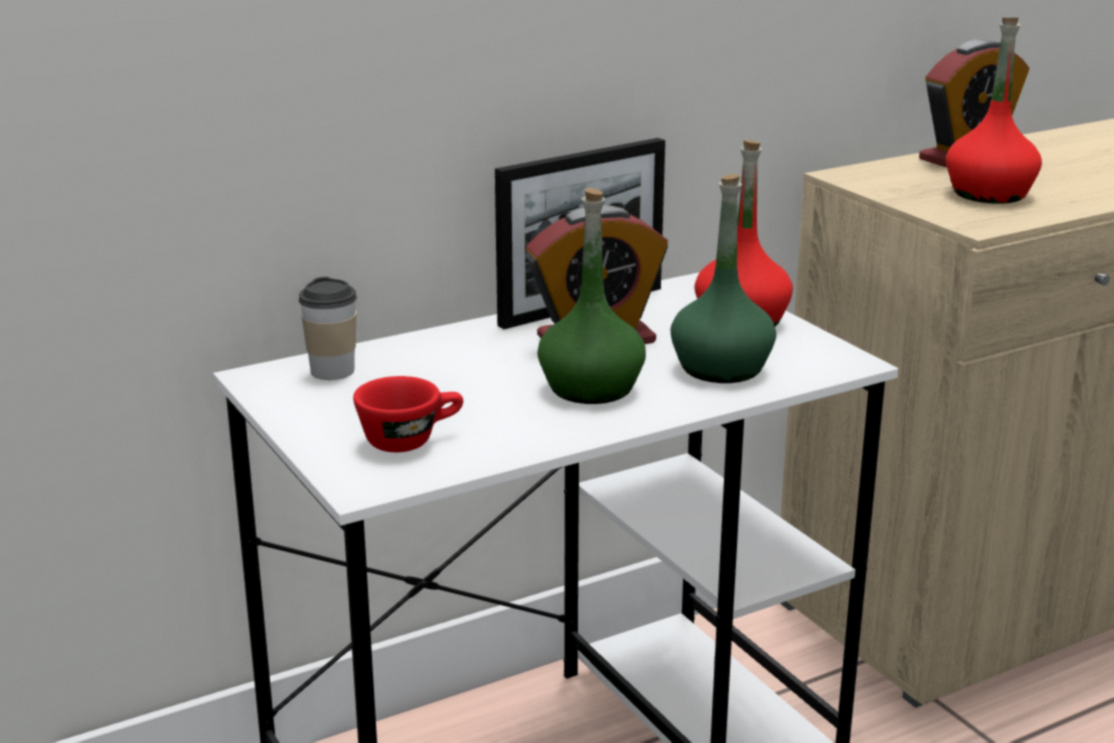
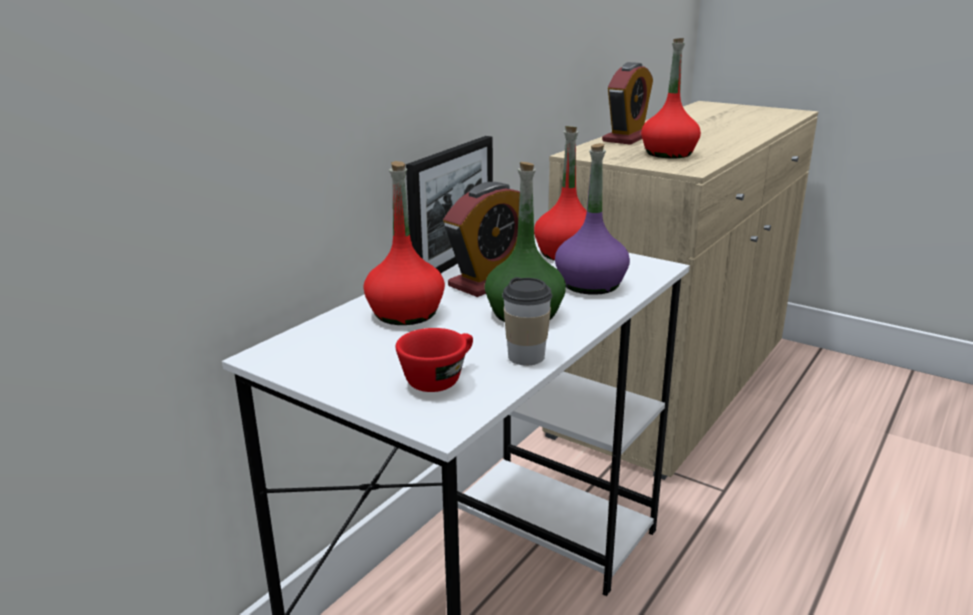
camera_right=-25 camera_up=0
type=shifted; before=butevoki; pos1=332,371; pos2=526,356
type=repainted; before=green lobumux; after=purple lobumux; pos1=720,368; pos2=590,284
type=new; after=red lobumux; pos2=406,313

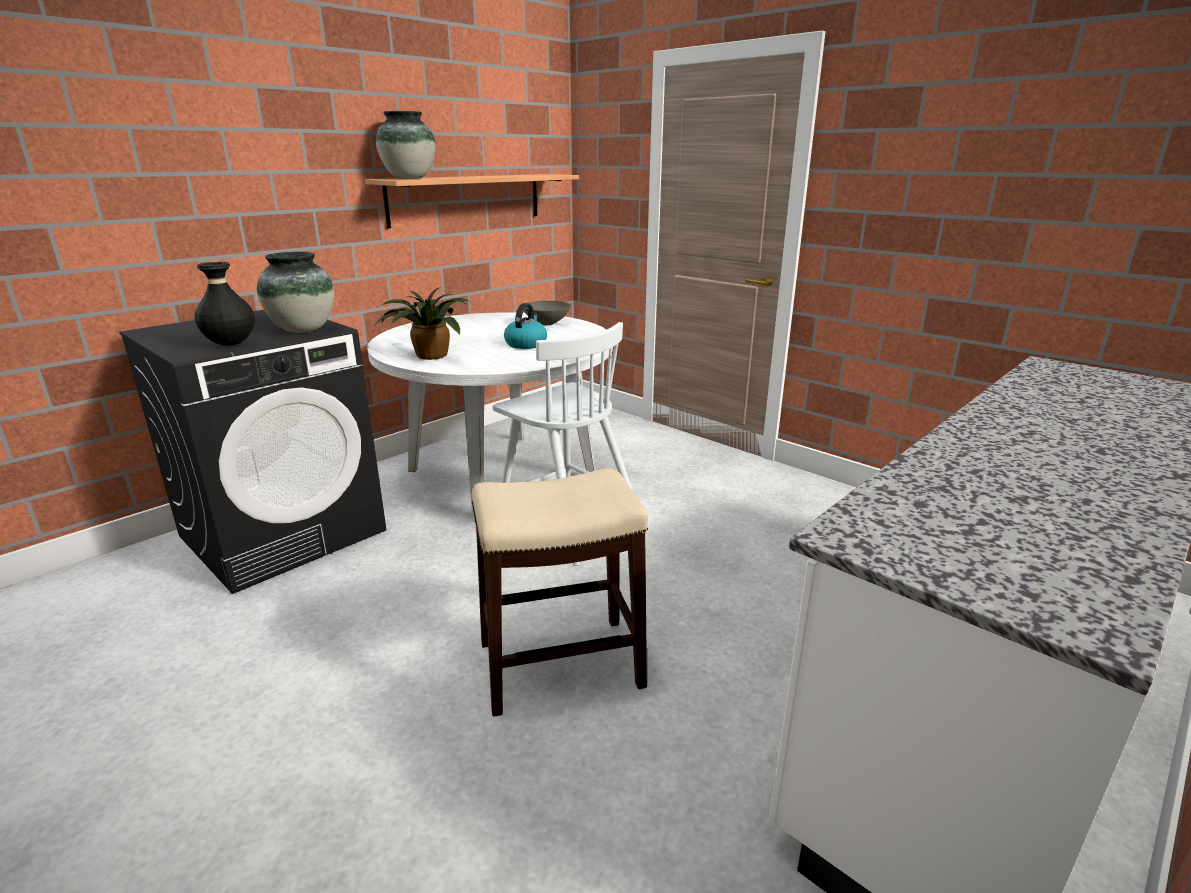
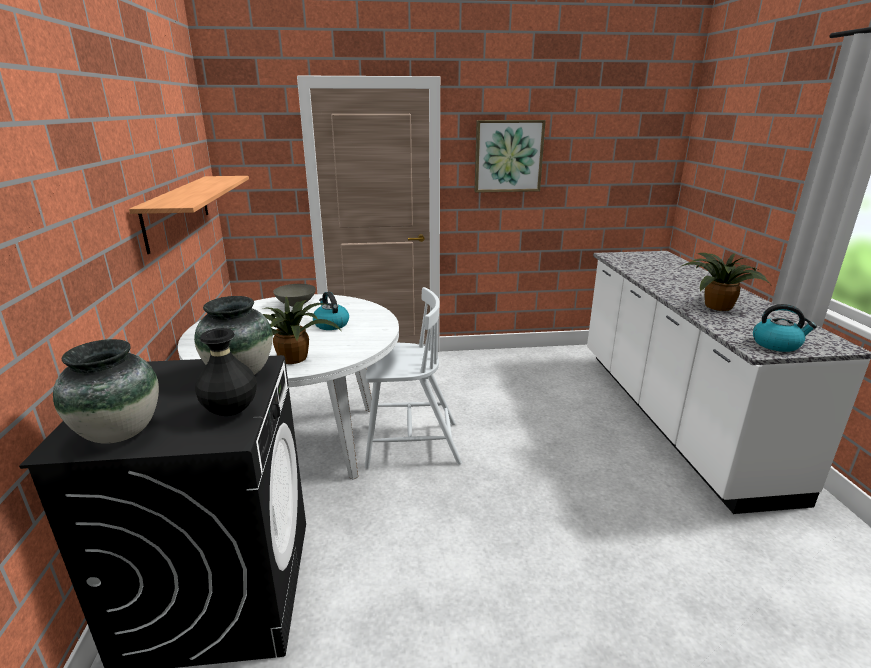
camera_right=-50 camera_up=0
type=shifted; before=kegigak; pos1=409,178; pos2=120,433
type=gone; before=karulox; pos1=558,665
type=new; after=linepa; pos2=508,156
type=new; after=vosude; pos2=717,306
type=new; after=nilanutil; pos2=777,344

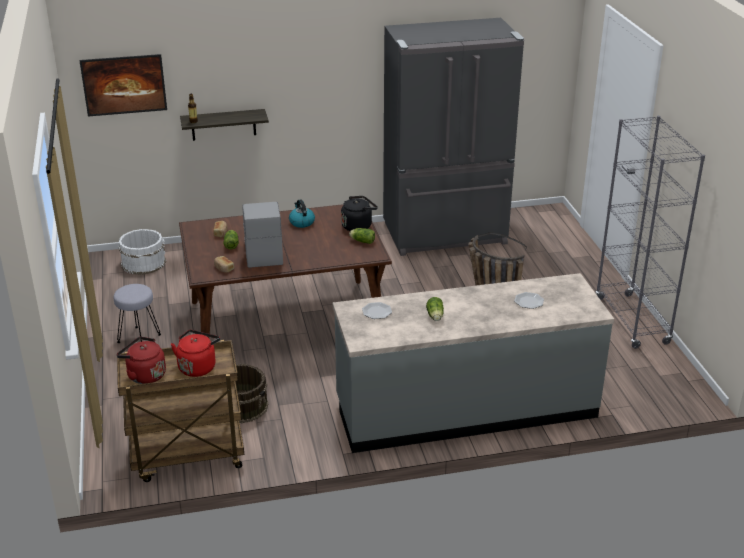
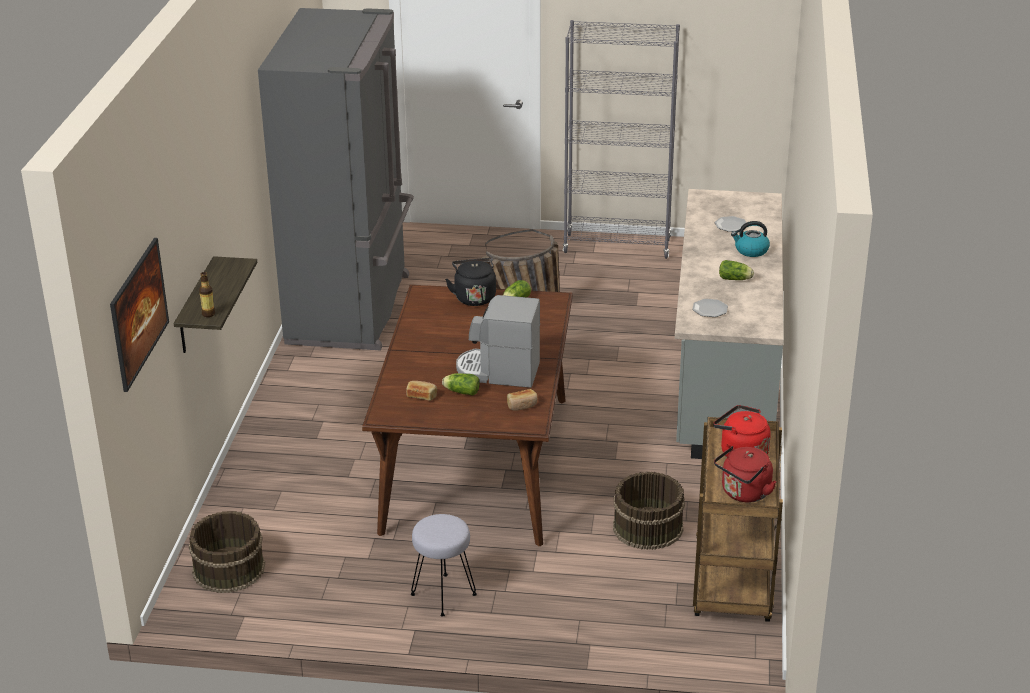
camera_right=-70 camera_up=0
type=repainted; before=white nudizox; after=brown nudizox; pos1=143,263; pos2=228,569
type=shifted; before=nilanutil; pos1=301,222; pos2=751,250

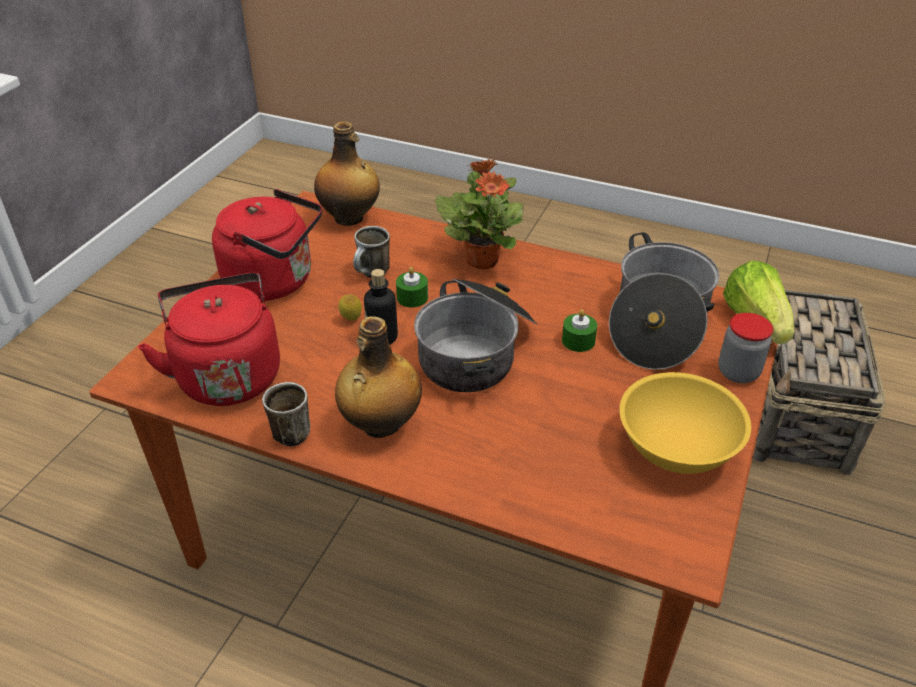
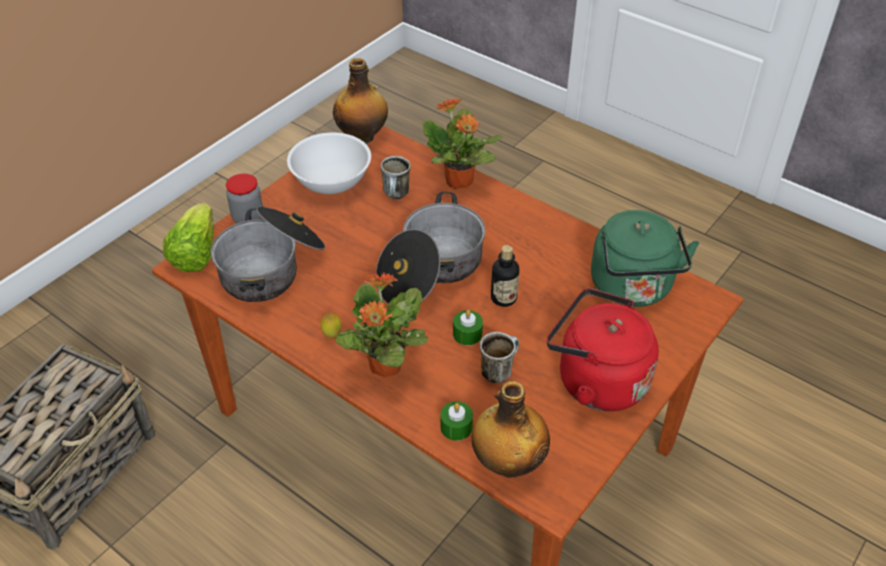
camera_right=-165 camera_up=5
type=repainted; before=red nilanutil; after=green nilanutil; pos1=227,374; pos2=633,288
type=shifted; before=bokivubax; pos1=290,430; pos2=397,196
type=shifted; before=lobumux; pos1=380,425; pos2=363,136
type=shifted; before=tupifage; pos1=351,320; pos2=332,335
type=shifted; before=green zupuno; pos1=578,341; pos2=456,427
type=repainted; before=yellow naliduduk; after=white naliduduk; pos1=678,448; pos2=331,181
type=new; after=vosude; pos2=459,182

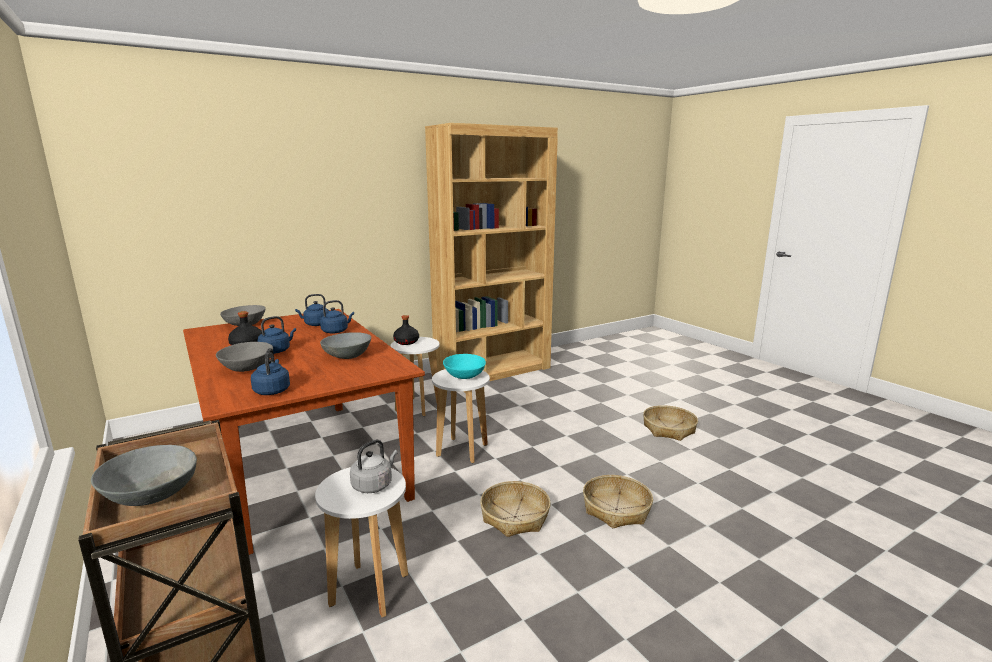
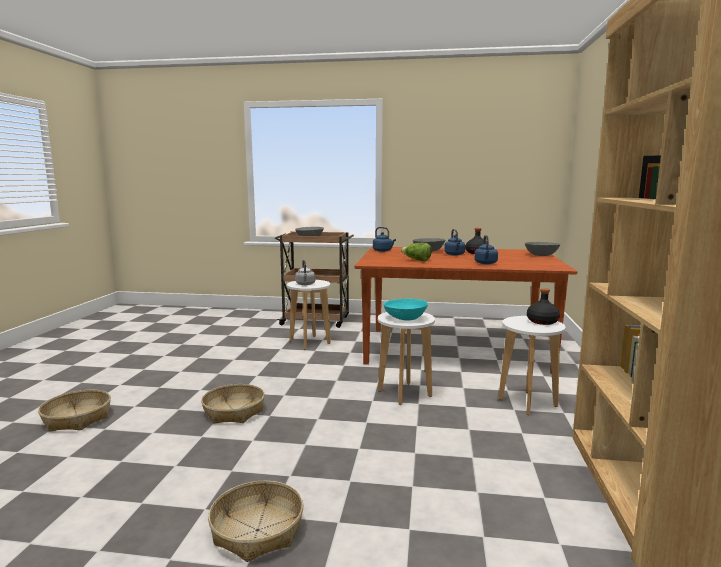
camera_right=130 camera_up=-5
type=gone; before=blue nilanutil; pos1=315,324
type=swapped; before=grey naliduduk; after=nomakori; pos1=348,356; pos2=416,260
type=shifted; before=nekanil; pos1=515,517; pos2=77,418

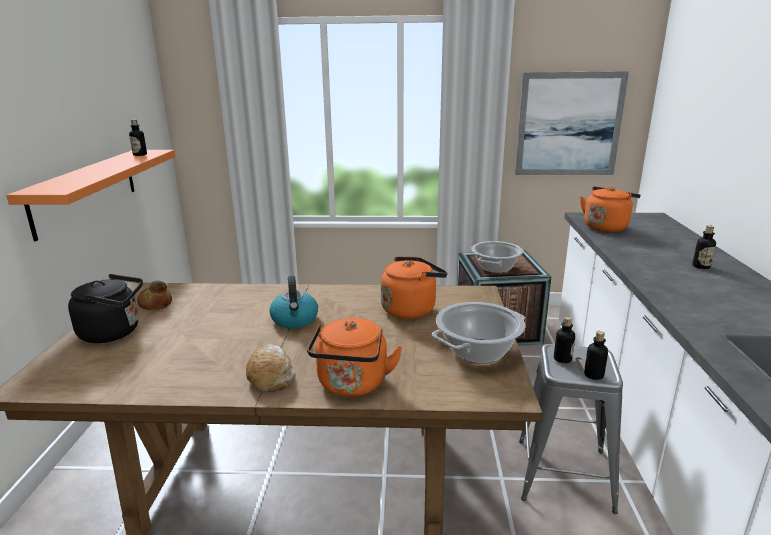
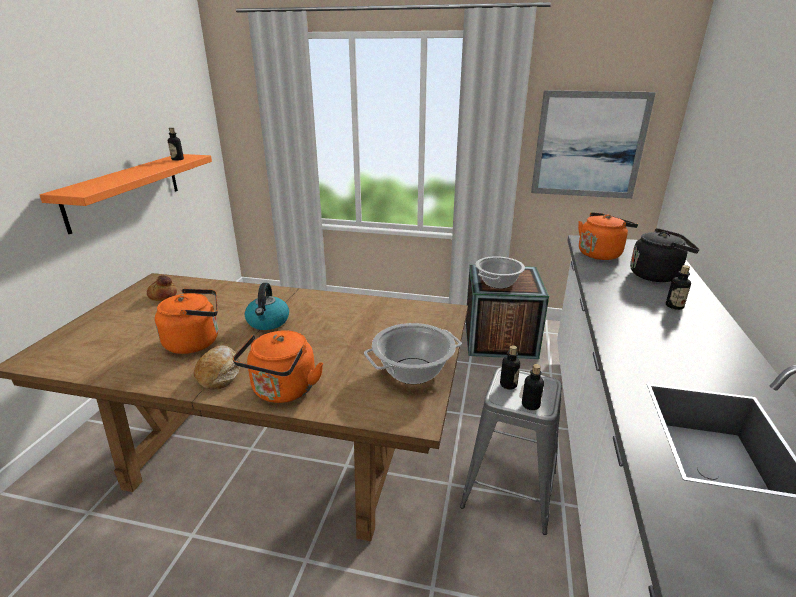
camera_right=10 camera_up=5
type=shifted; before=black nilanutil; pos1=114,332; pos2=657,275
type=shifted; before=orange nilanutil; pos1=411,309; pos2=196,342

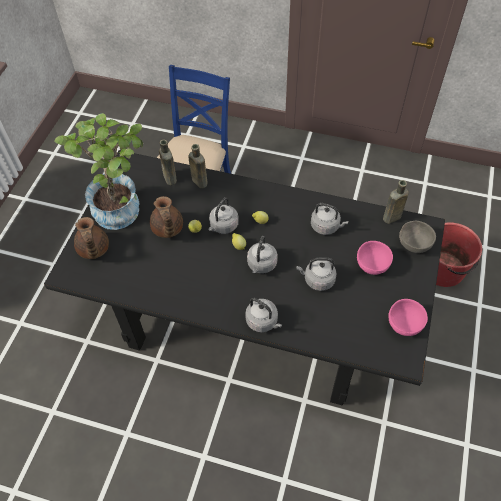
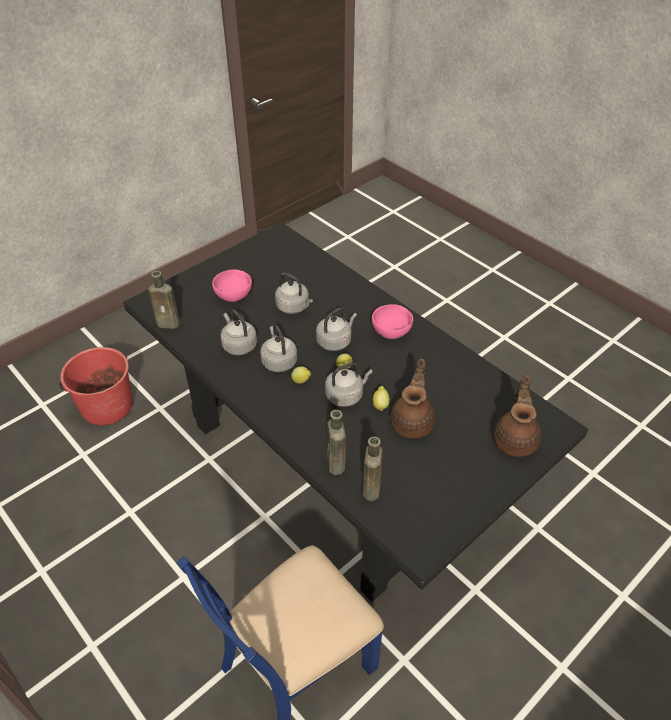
camera_right=-150 camera_up=-10
type=gone; before=vosude; pos1=121,206
type=shifted; before=grey nilanutil; pos1=263,321; pos2=278,361
type=shifted; before=pink naliduduk; pos1=403,325; pos2=392,333
type=gone; before=grey naliduduk; pos1=414,244

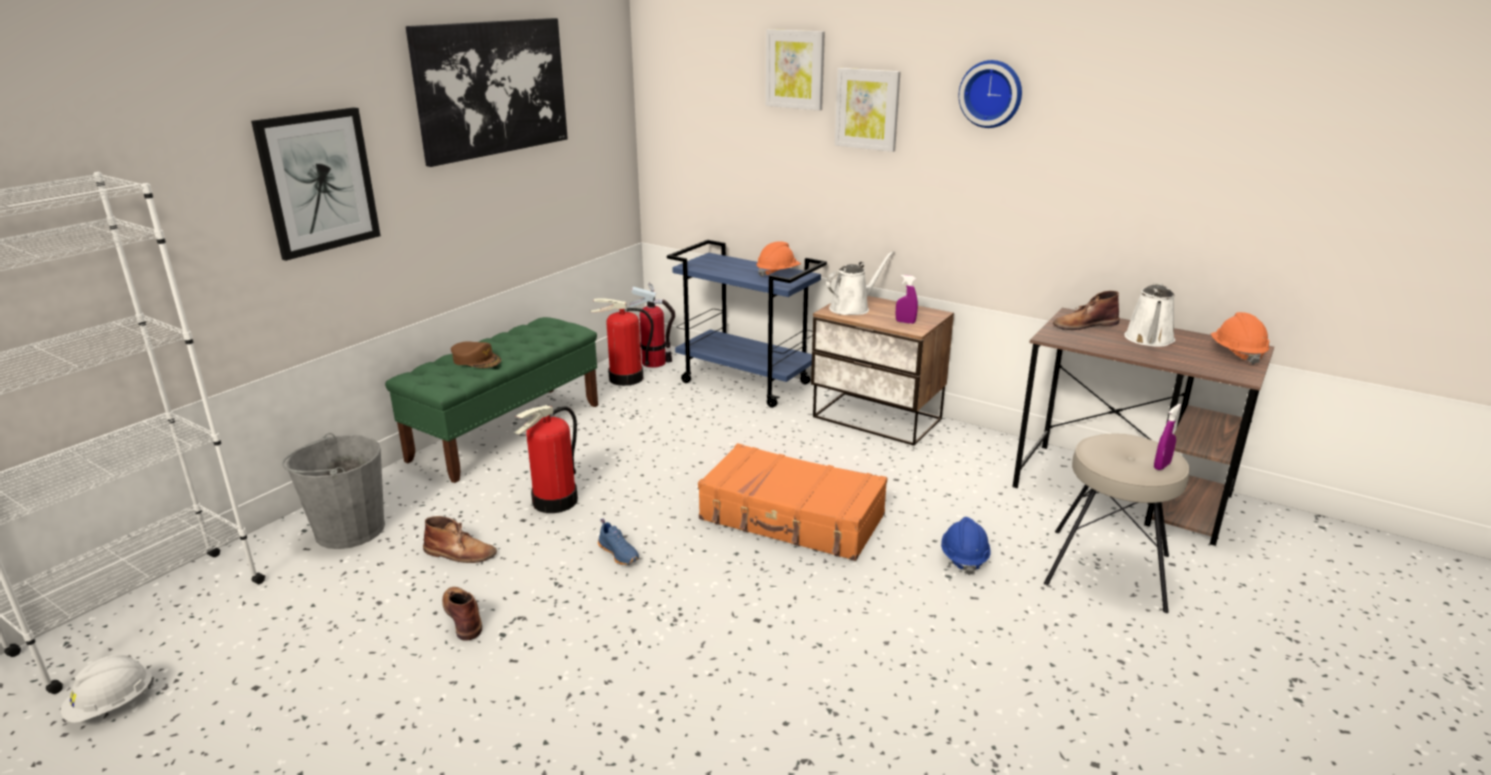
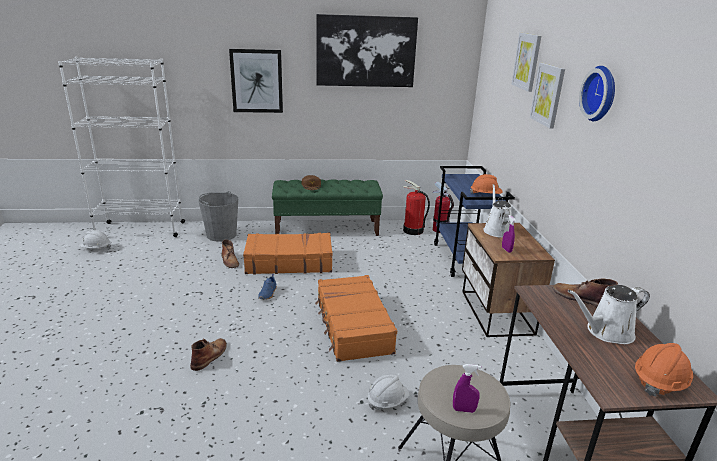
camera_right=50 camera_up=0
type=shifted; before=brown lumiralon; pos1=462,615; pos2=210,356
type=swapped; before=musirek; after=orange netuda; pos1=555,501; pos2=289,262
type=rotated; before=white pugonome; pos1=852,308; pos2=496,230; turn=-105
type=repainted; before=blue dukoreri; after=white dukoreri; pos1=963,558; pos2=387,401

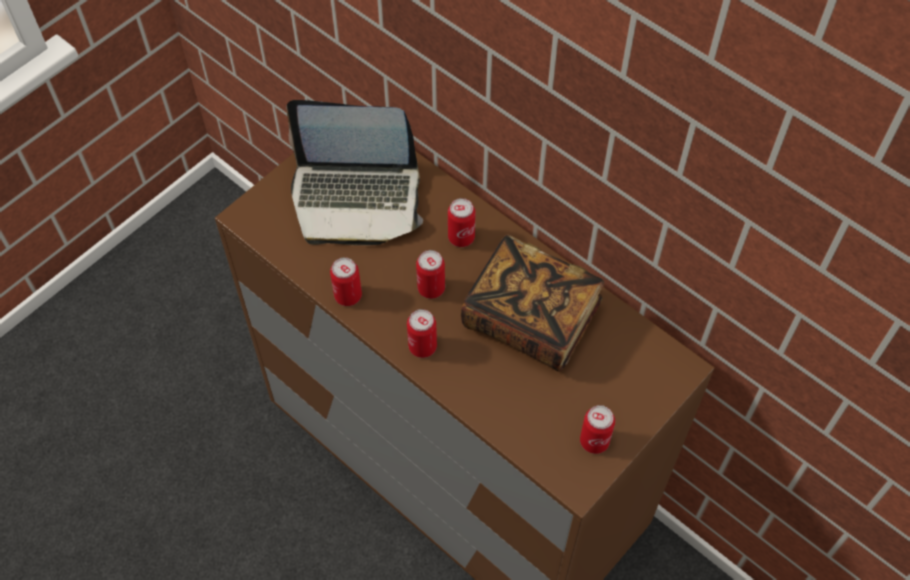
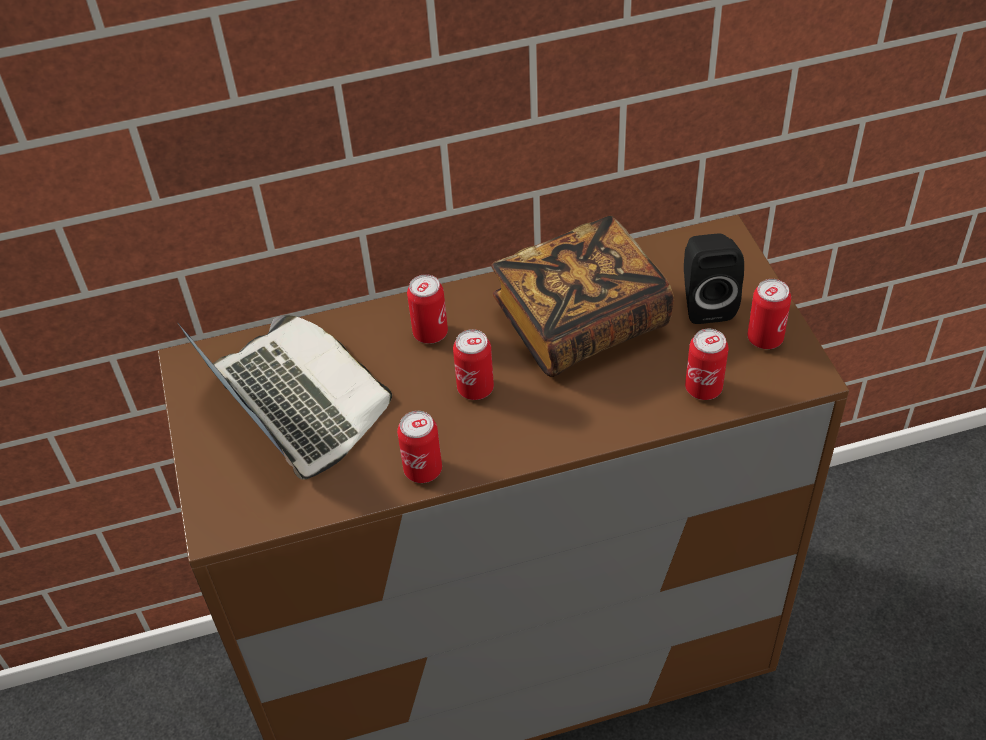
camera_right=-55 camera_up=-10
type=rotated; before=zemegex; pos1=356,198; pos2=293,402; turn=-75
type=shifted; before=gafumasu; pos1=422,346; pos2=703,388
type=new; after=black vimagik; pos2=705,303

